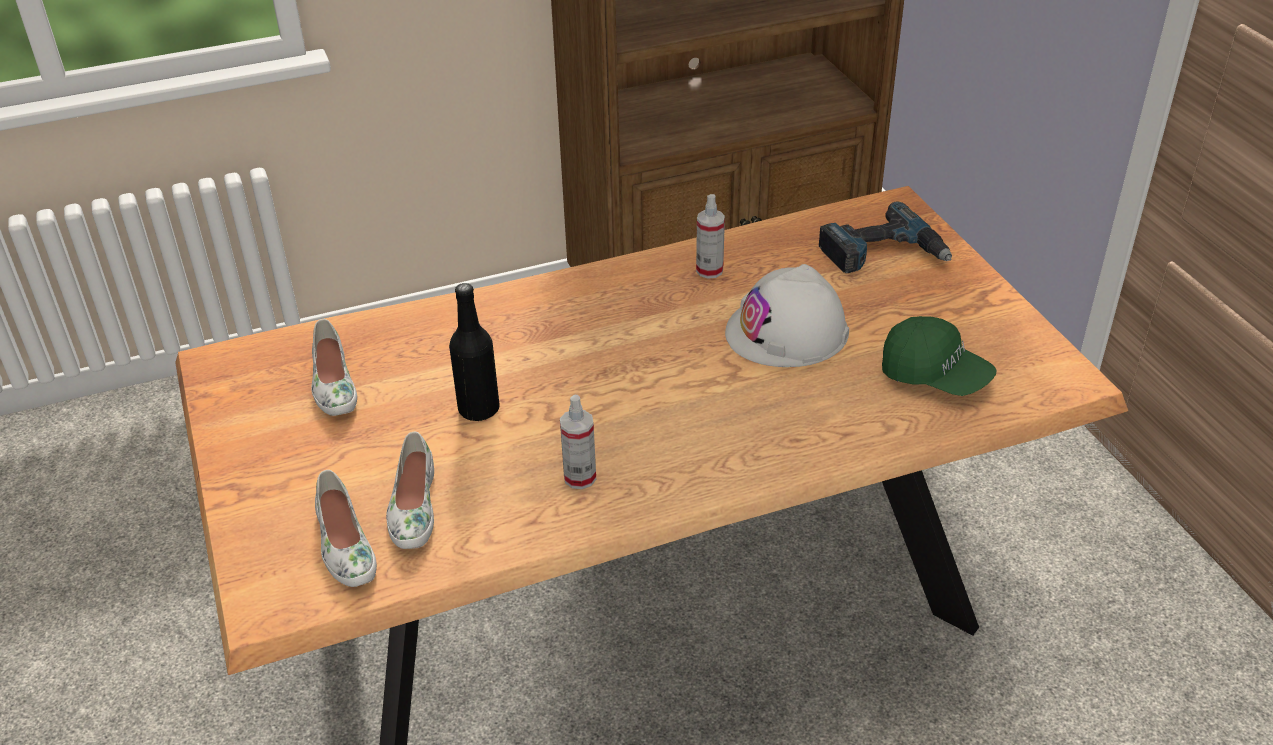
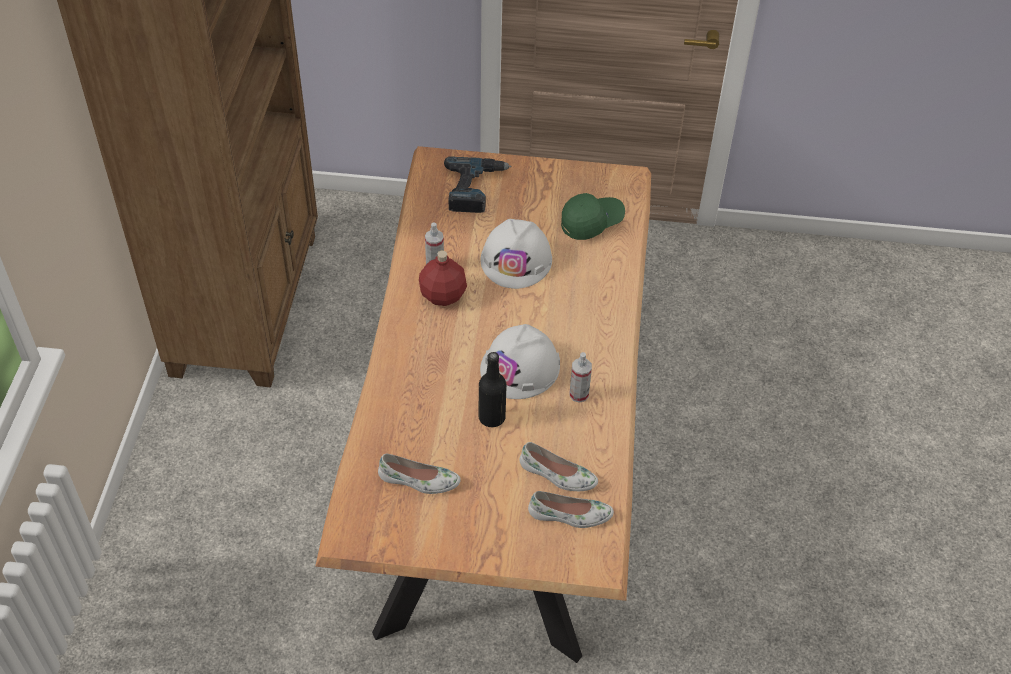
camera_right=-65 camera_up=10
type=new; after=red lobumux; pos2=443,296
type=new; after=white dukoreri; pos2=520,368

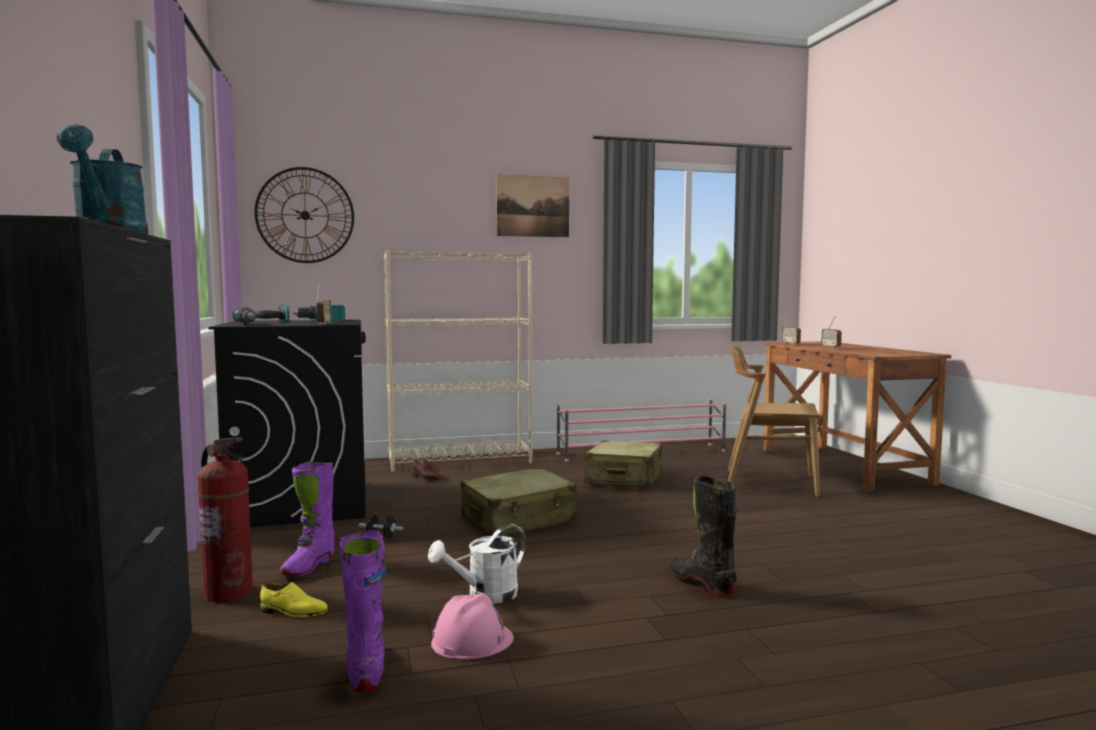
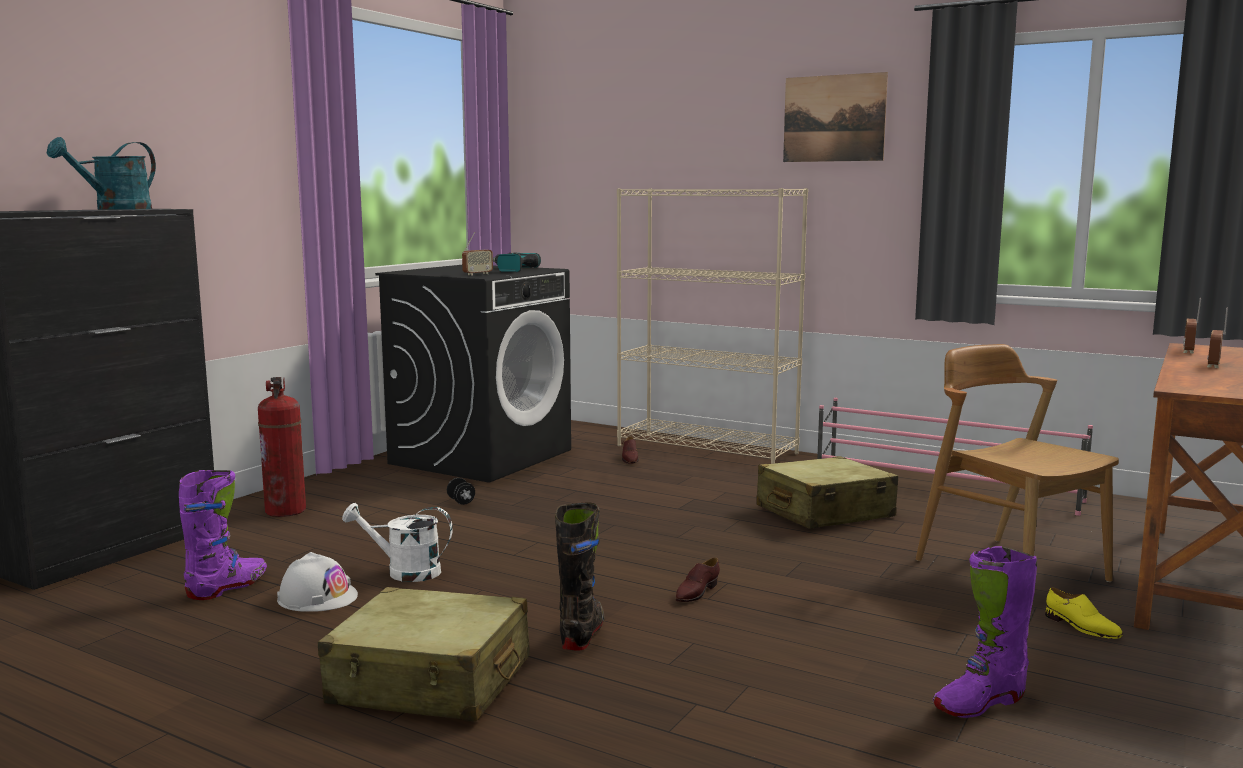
camera_right=45 camera_up=5
type=gone; before=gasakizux; pos1=264,323
type=gone; before=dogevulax; pos1=305,215
type=shifted; before=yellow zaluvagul; pos1=294,612; pos2=1081,627
type=shifted; before=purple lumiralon; pos1=308,566; pos2=979,703
type=repainted; before=pink dukoreri; after=white dukoreri; pos1=472,640; pos2=317,597
type=shifted; before=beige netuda; pos1=519,519; pos2=430,682
type=new; after=brown zaluvagul; pos2=696,592

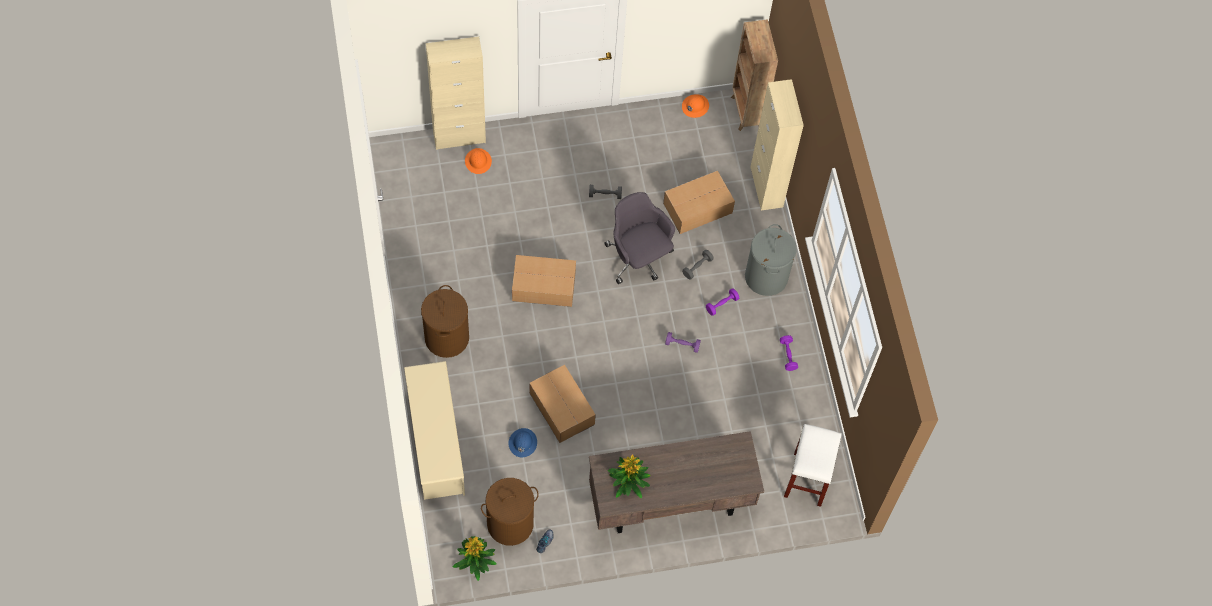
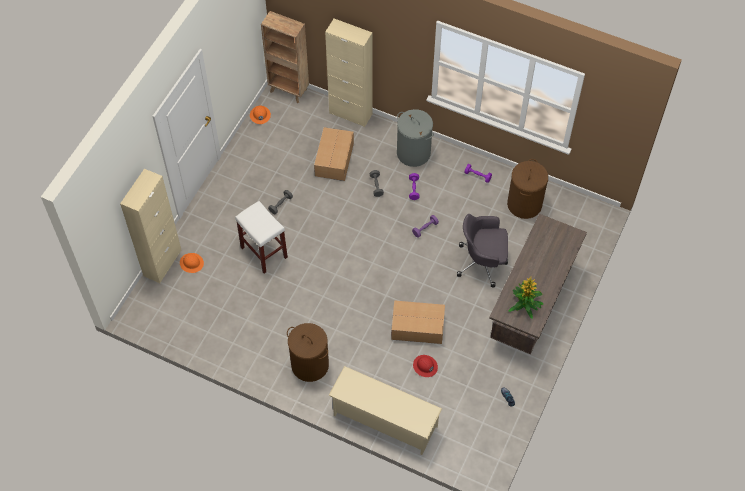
camera_right=-50 camera_up=-5
type=gone; before=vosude; pos1=475,560
type=shifted; before=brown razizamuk; pos1=510,523; pos2=524,204
type=repainted; before=blue dukoreri; after=red dukoreri; pos1=522,443; pos2=425,366
type=gone; before=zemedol; pos1=542,286
type=shifted; before=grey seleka; pos1=639,258; pos2=482,262
type=shifted; before=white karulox; pos1=807,480; pos2=264,252

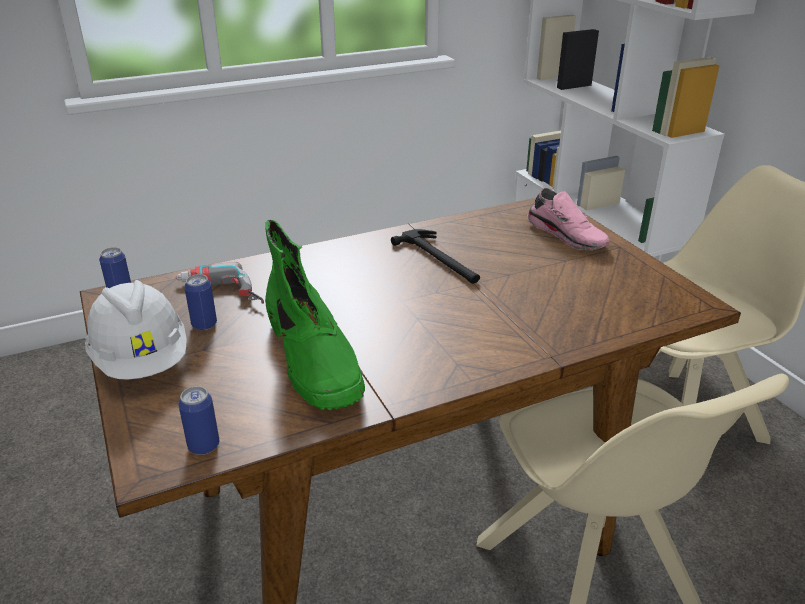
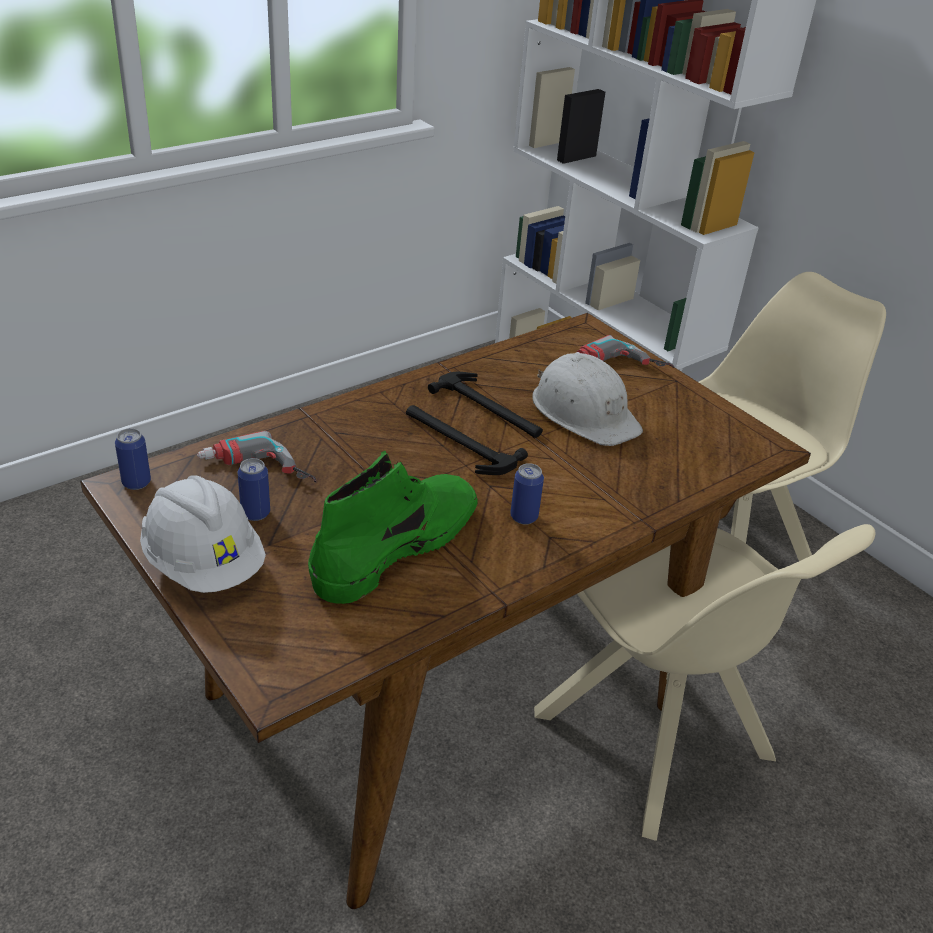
camera_right=-15 camera_up=5
type=shifted; before=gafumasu; pos1=204,445; pos2=524,517
type=rotated; before=green lumiralon; pos1=314,359; pos2=398,545; turn=-105
type=swapped; before=pink zaluvagul; after=gasakizux; pos1=568,235; pos2=618,368
type=new; after=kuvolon; pos2=458,442
type=new; after=white dukoreri; pos2=584,412

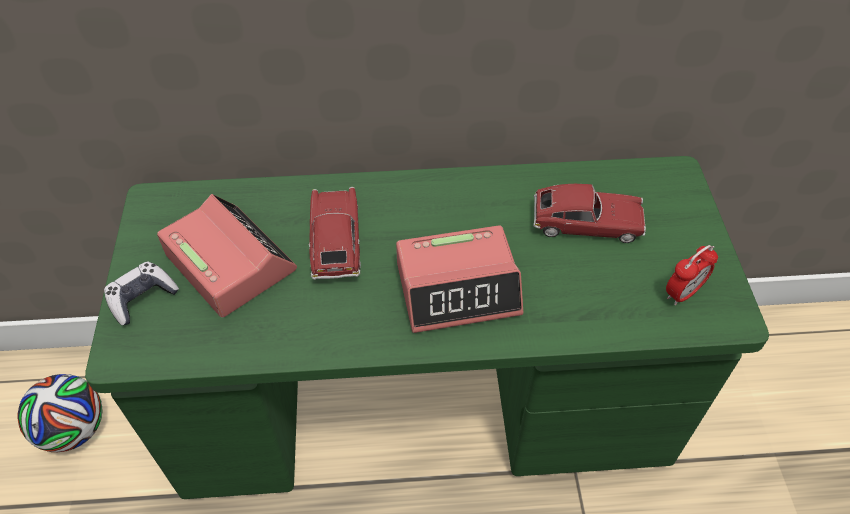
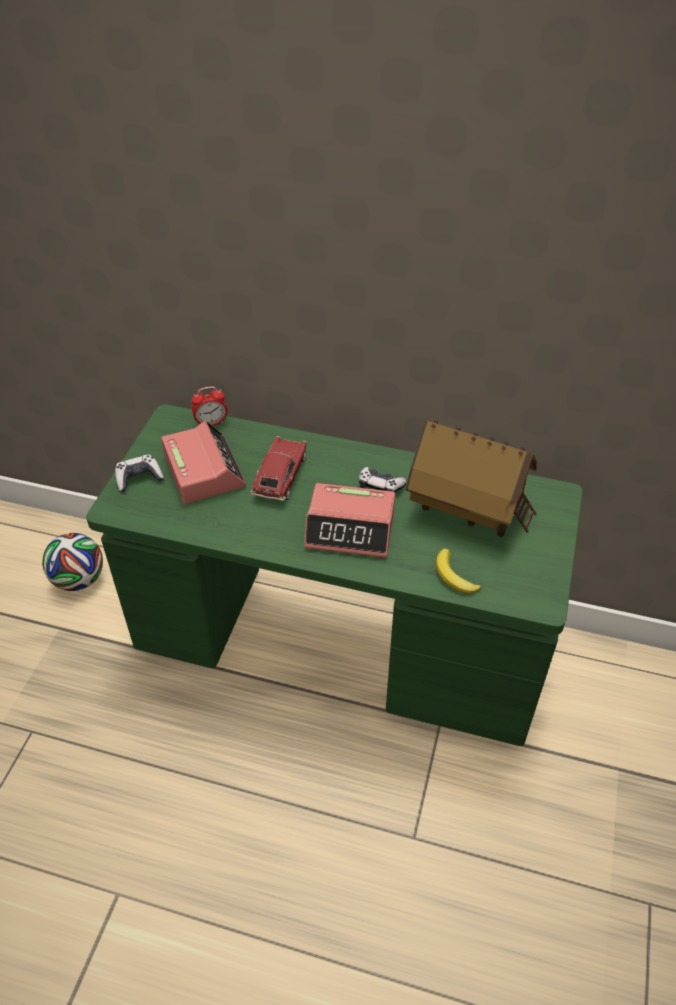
camera_right=20 camera_up=-5
type=swapped; before=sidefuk; after=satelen; pos1=586,223; pos2=468,510
type=shifted; before=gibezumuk; pos1=682,293; pos2=211,423
type=new; after=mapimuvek; pos2=380,486
type=new; after=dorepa; pos2=454,576

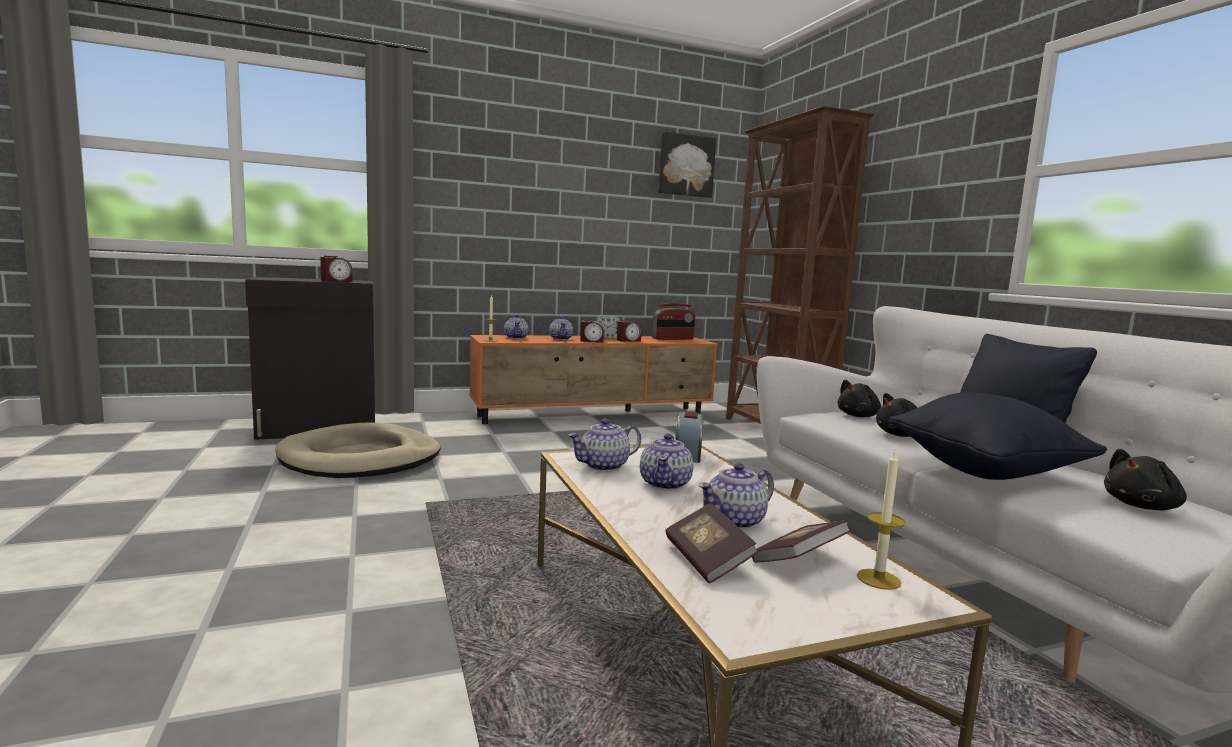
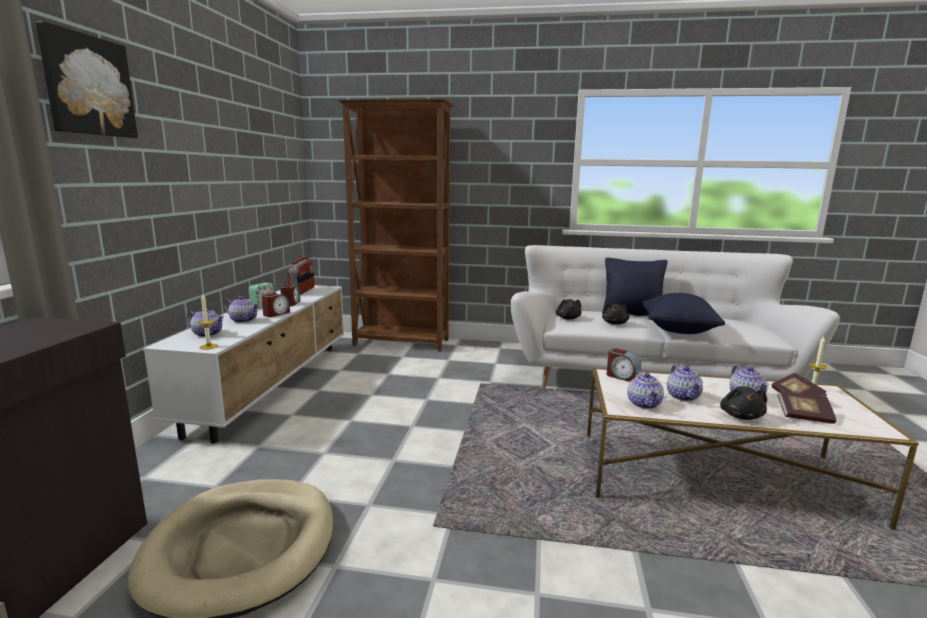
camera_right=-60 camera_up=5
type=gone; before=gibezumuk; pos1=336,281
type=repainted; before=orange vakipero; after=white vakipero; pos1=595,415; pos2=272,385
type=rotated; before=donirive; pos1=666,484; pos2=683,396; turn=45
type=shifted; before=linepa; pos1=685,165; pos2=87,86
type=shifted; before=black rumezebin; pos1=1143,506; pos2=741,416

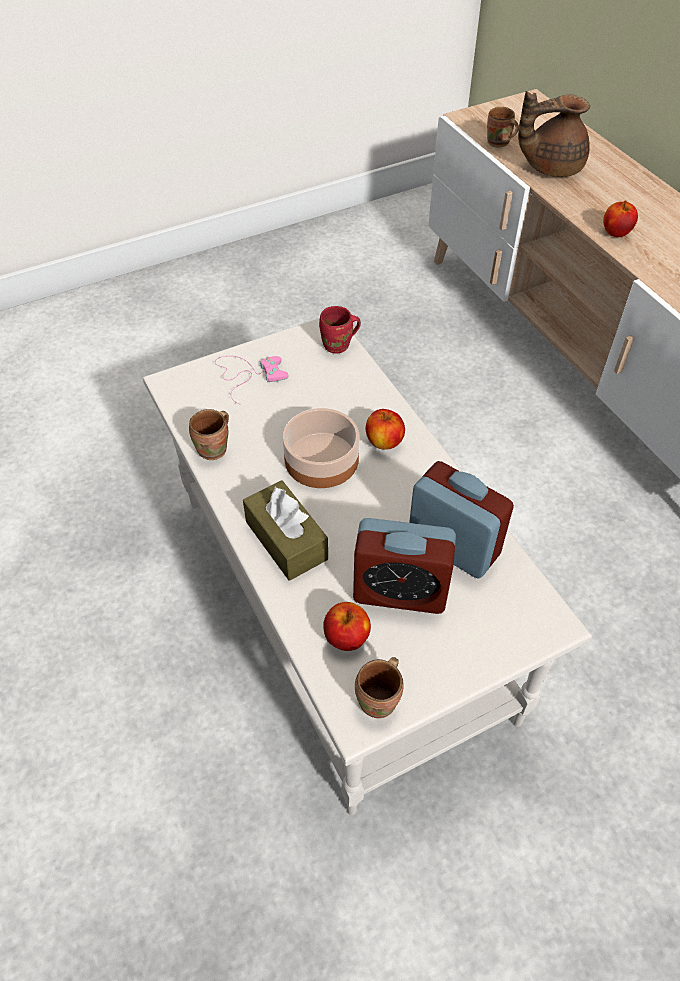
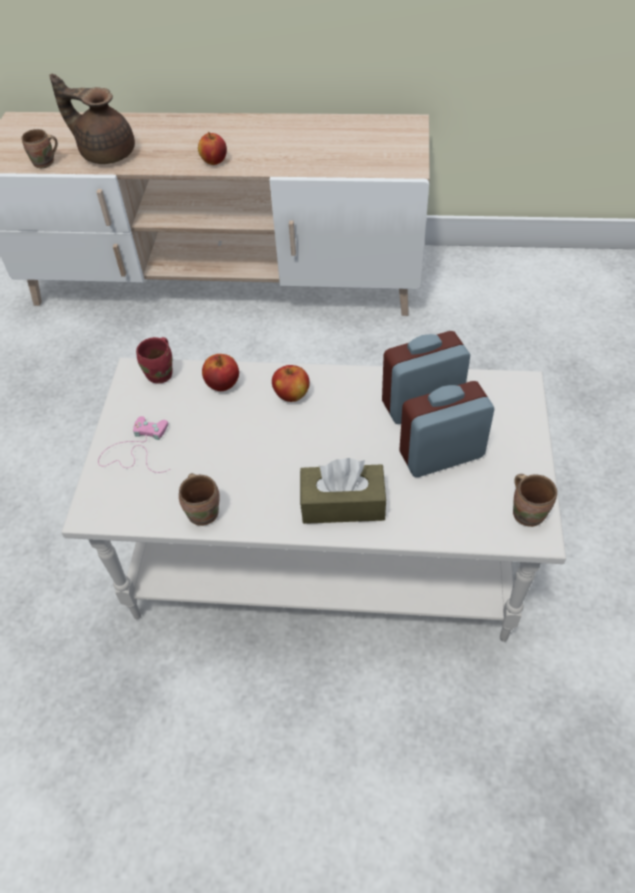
camera_right=-55 camera_up=0
type=gone; before=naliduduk; pos1=321,458
type=shifted; before=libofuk; pos1=346,637; pos2=222,384
type=rotated; before=gibezumuk; pos1=400,591; pos2=441,454; turn=-150
type=rotated; before=brown donirive; pos1=550,166; pos2=106,153; turn=90

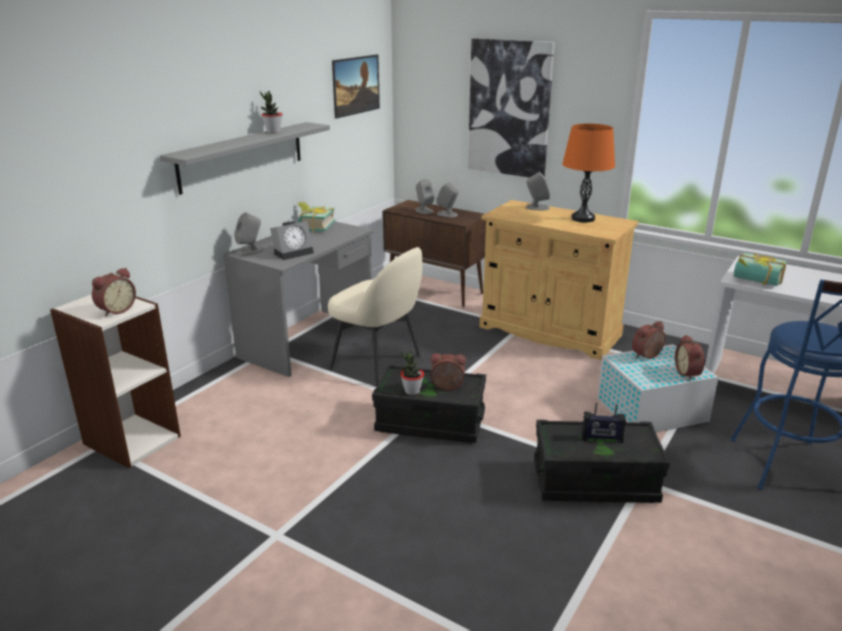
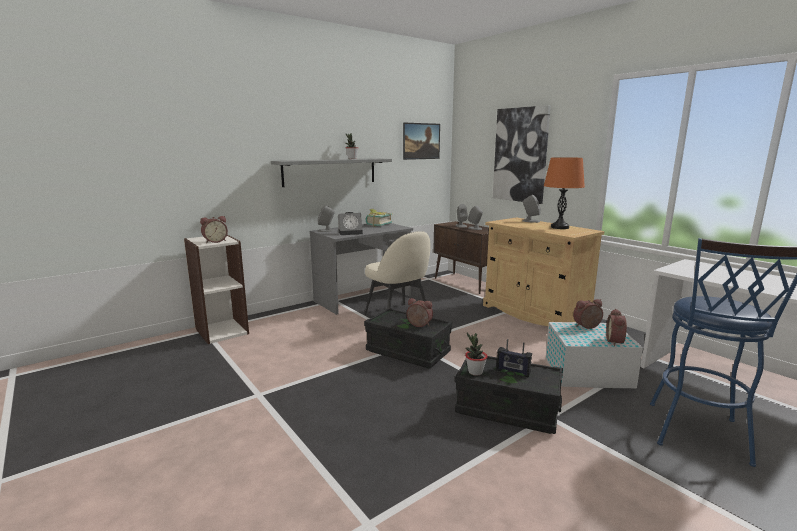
camera_right=20 camera_up=-10
type=shifted; before=vosude; pos1=412,391; pos2=475,372
type=gone; before=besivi; pos1=756,281

